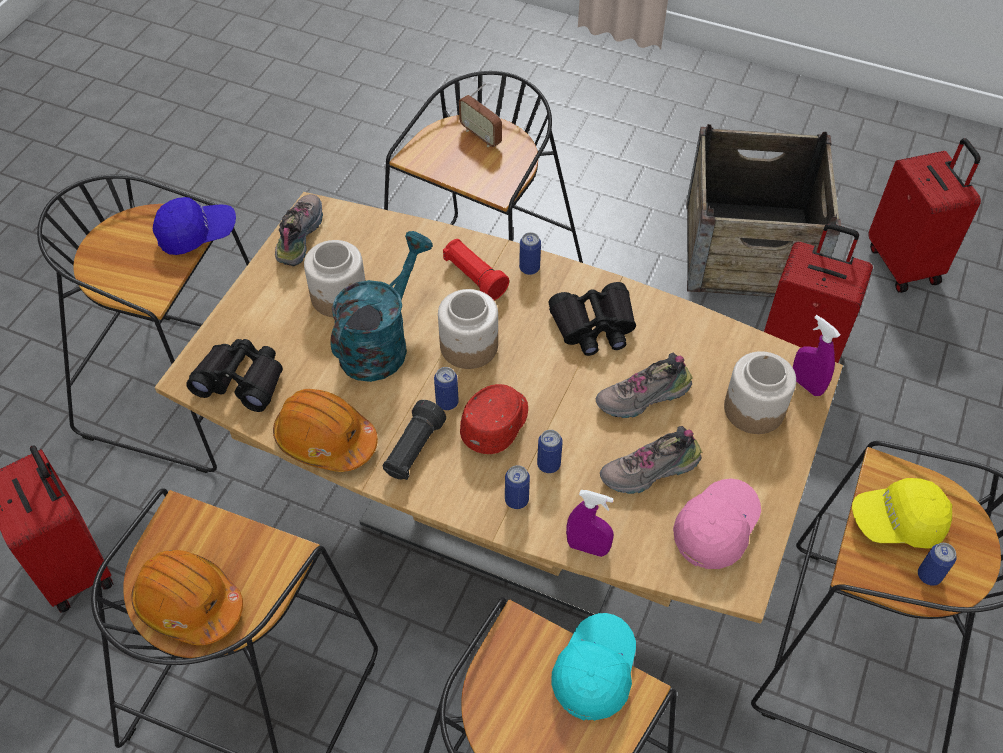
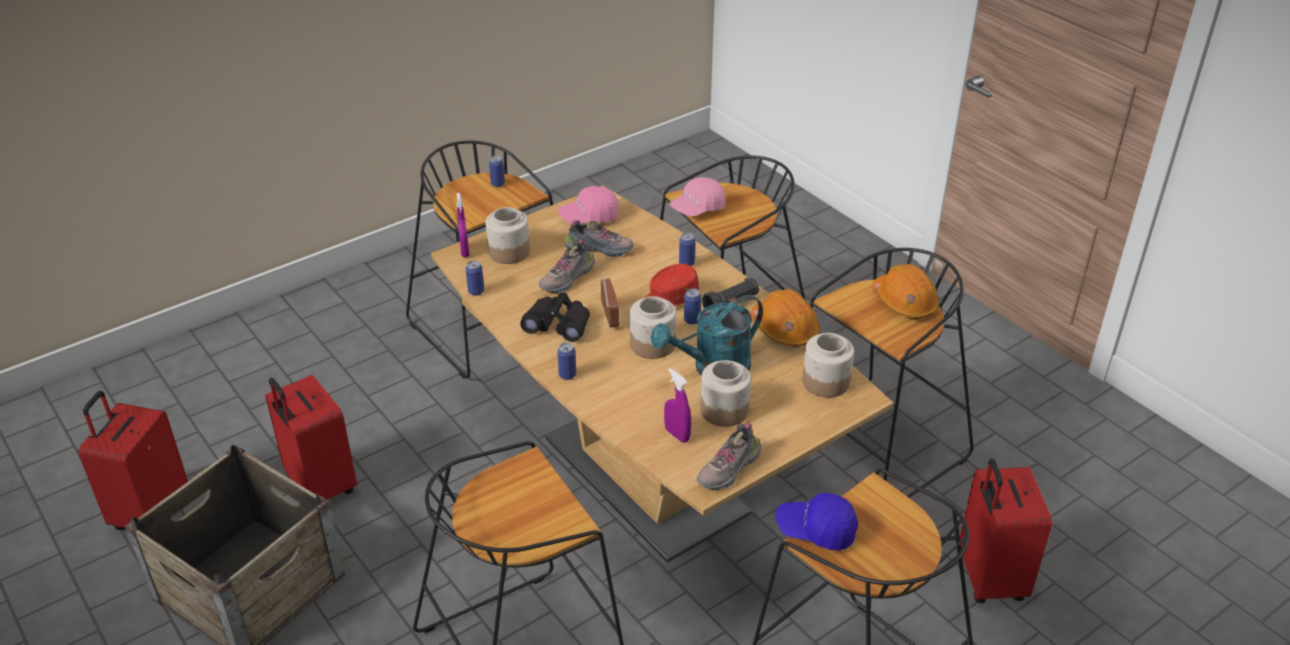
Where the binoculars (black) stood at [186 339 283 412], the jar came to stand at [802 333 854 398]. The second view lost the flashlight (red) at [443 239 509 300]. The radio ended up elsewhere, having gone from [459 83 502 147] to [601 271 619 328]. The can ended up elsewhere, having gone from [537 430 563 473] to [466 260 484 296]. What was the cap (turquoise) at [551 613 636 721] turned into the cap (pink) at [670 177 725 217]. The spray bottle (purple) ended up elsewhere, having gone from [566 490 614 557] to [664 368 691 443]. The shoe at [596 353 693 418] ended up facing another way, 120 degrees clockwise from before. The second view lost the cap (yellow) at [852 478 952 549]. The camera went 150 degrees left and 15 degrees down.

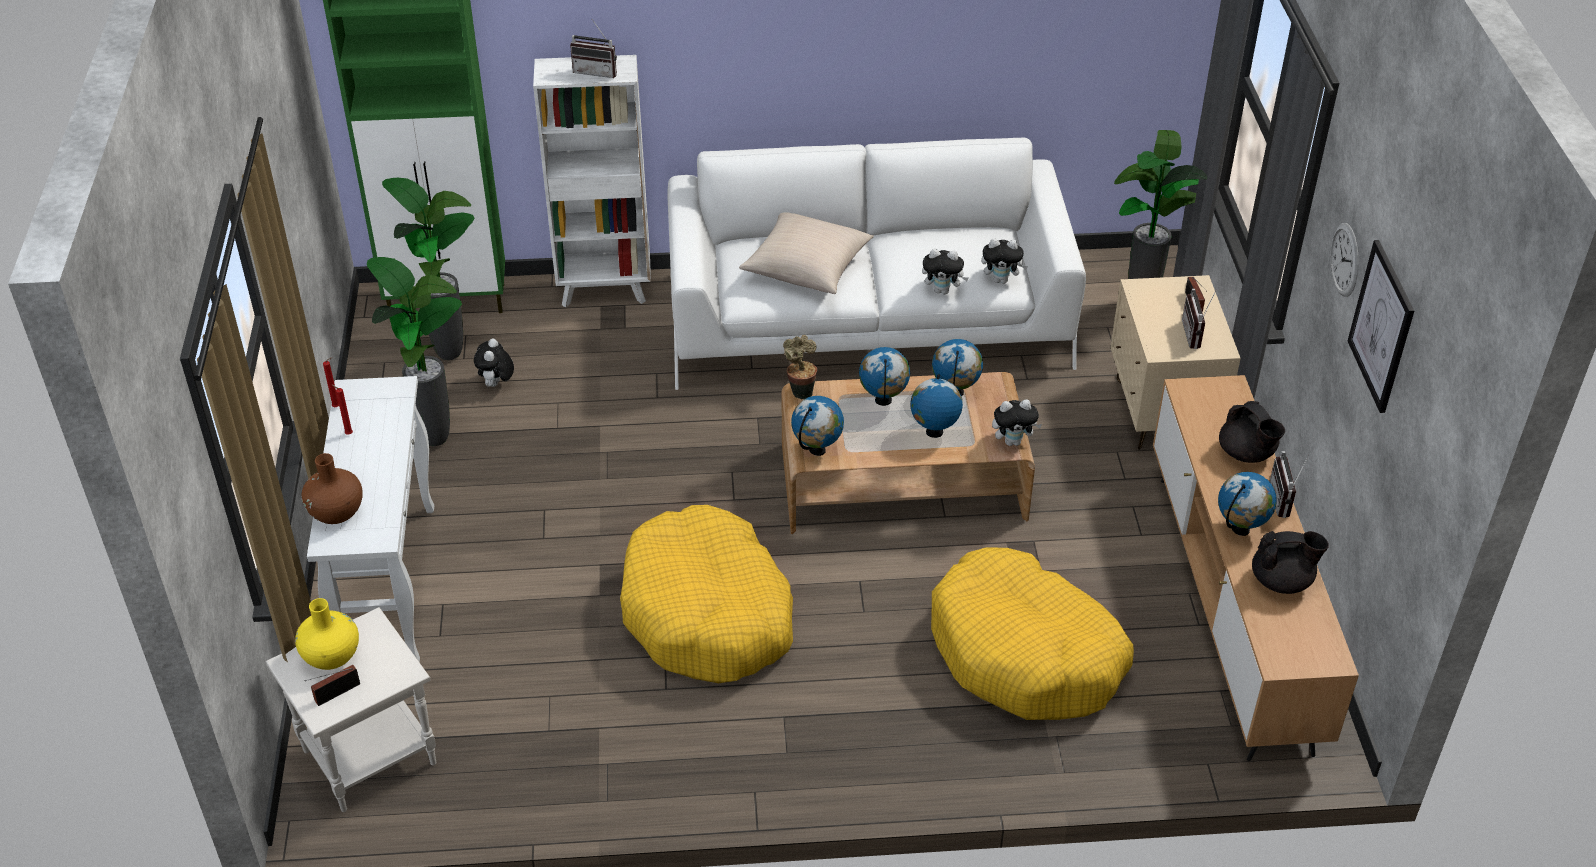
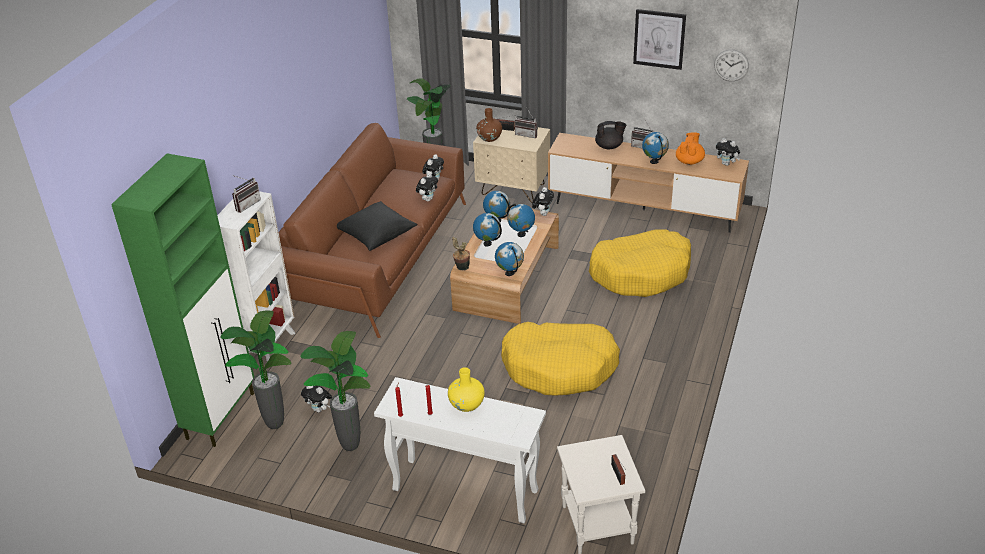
The vase (yellow) ended up elsewhere, having gone from [295 598 359 670] to [448 367 485 412]. The vase (brown) ended up elsewhere, having gone from [302 453 363 524] to [476 108 502 142]. What was the sofa (white) at [667 138 1086 390] turned into the sofa (brown) at [279 123 466 338]. What was the pillow (beige) at [739 212 874 294] turned into the pillow (black) at [337 201 417 251]. What was the teapot (black) at [1252 531 1329 594] turned into the teapot (orange) at [676 132 705 165]. The wall clock ended up elsewhere, having gone from [1330 223 1359 297] to [714 49 749 81]. The second view gained the plush toy at [716 138 740 166]. The camera went 65 degrees left and 5 degrees down.

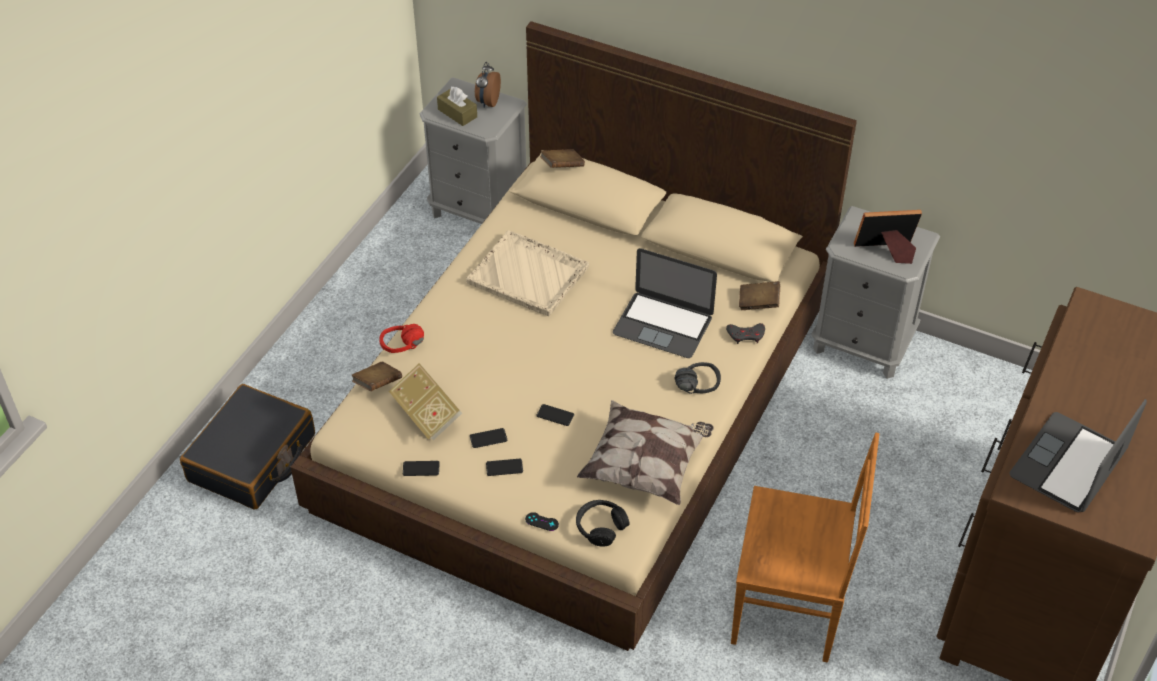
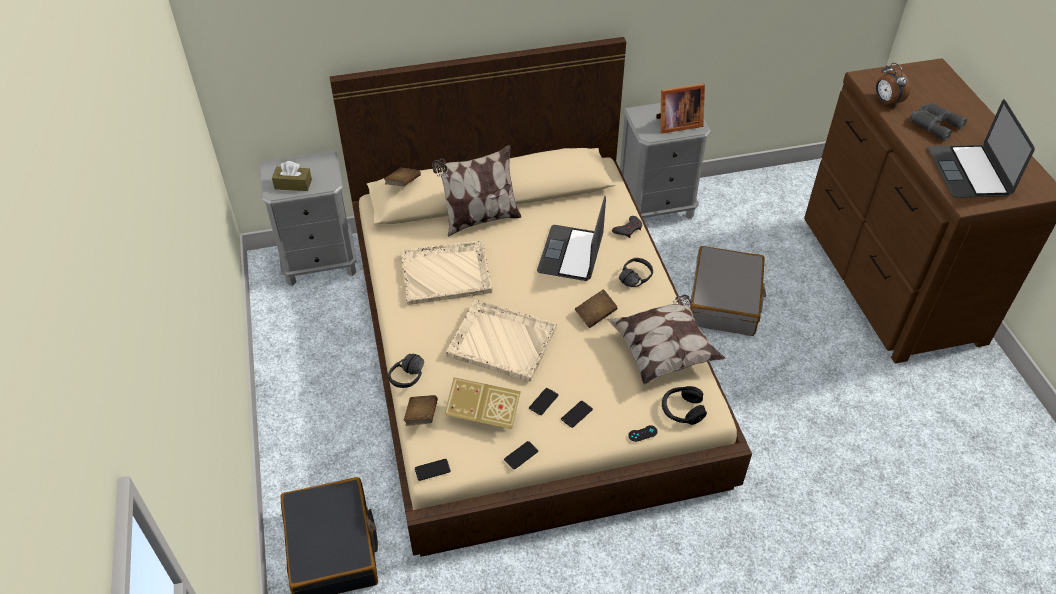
What was the headphones (red) at [379 324 424 353] turned into the headphones (black) at [388 354 424 388]. The alarm clock ended up elsewhere, having gone from [475 62 501 108] to [876 63 910 107]. The phone ended up elsewhere, having gone from [537 404 574 426] to [415 459 451 481]. The laptop at [613 248 717 358] ended up facing another way, 120 degrees clockwise from before. The second view lost the chair (brown) at [731 433 879 663]. The book (brown) ended up elsewhere, having gone from [739 281 780 310] to [575 289 618 328]. The picture frame at [854 210 922 264] ended up facing another way, 150 degrees counterclockwise from before. The second view gained the pillow at [432 145 521 237]. The second view gained the tray (beige) at [446 300 557 382]. The second view gained the suitcase (grey) at [690 246 766 336]. The second view gained the binoculars (grey) at [910 102 967 141]. The camera went 40 degrees left and 0 degrees up.

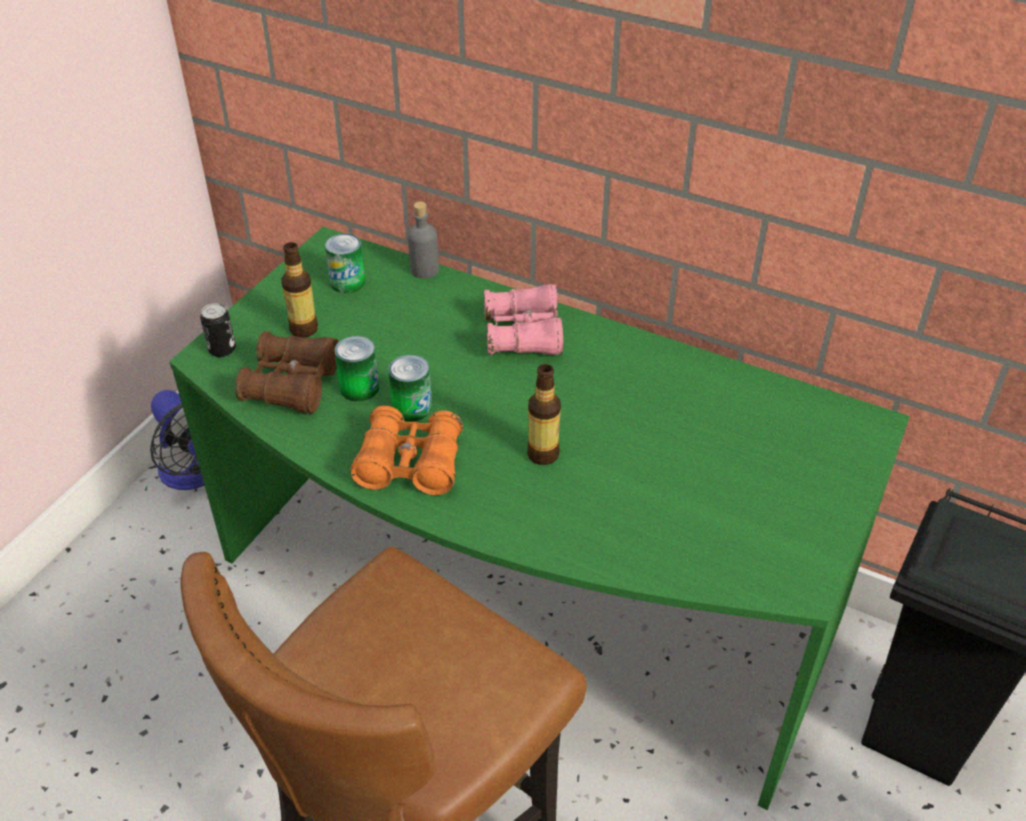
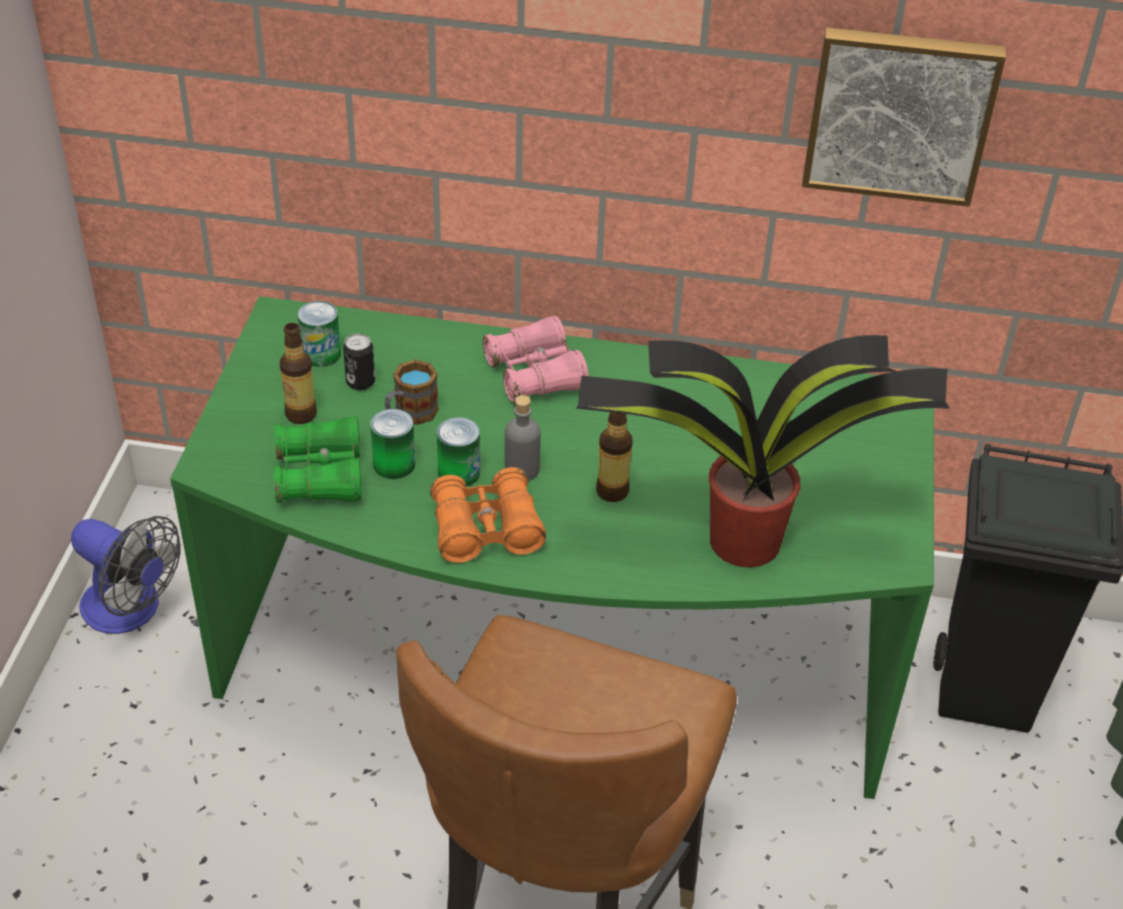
The can ended up elsewhere, having gone from [200 303 236 357] to [343 333 375 390]. What was the binoculars (brown) at [235 331 338 414] turned into the binoculars (green) at [274 417 362 503]. The bottle (grey) ended up elsewhere, having gone from [407 202 439 279] to [505 395 541 481]. The second view gained the mug at [385 360 439 425]. The second view gained the potted plant at [575 335 950 567]. The second view gained the picture at [802 27 1006 207]. The camera went 20 degrees left and 0 degrees up.

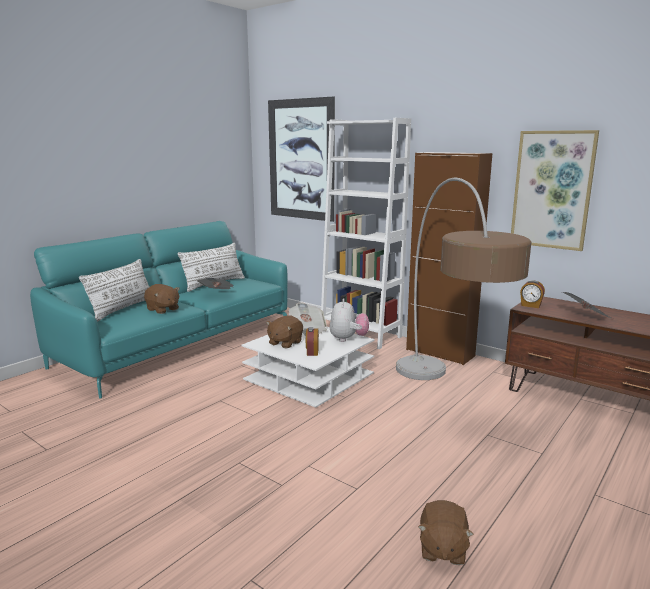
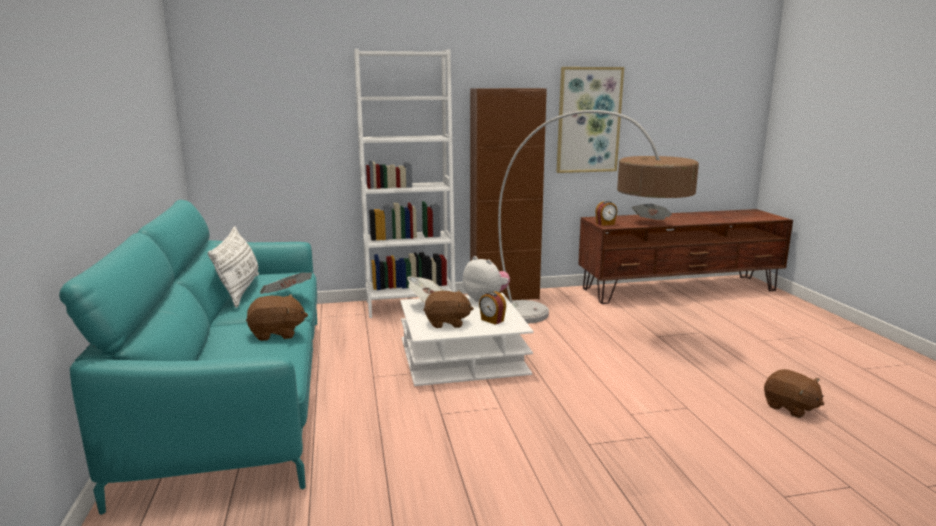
The second view lost the pillow (white) at [79 259 150 322]. The plush toy (brown) at [266 315 303 348] ended up facing another way, 75 degrees counterclockwise from before. The second view lost the picture at [268 97 335 222]. The camera went 50 degrees left and 0 degrees up.

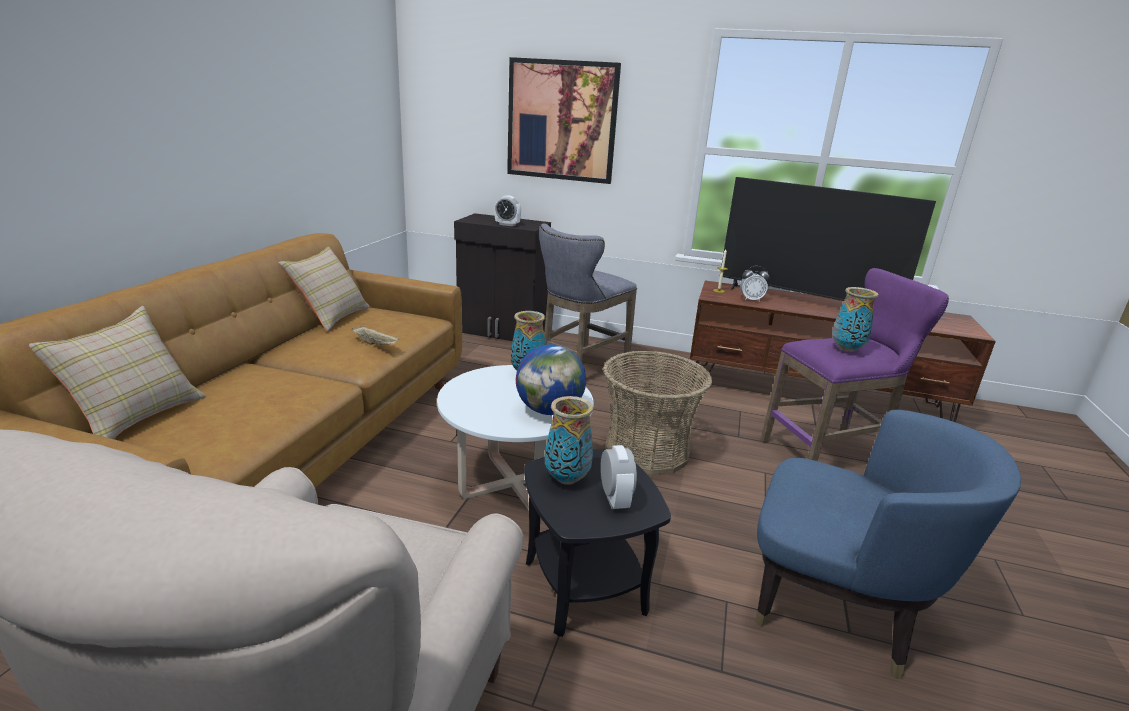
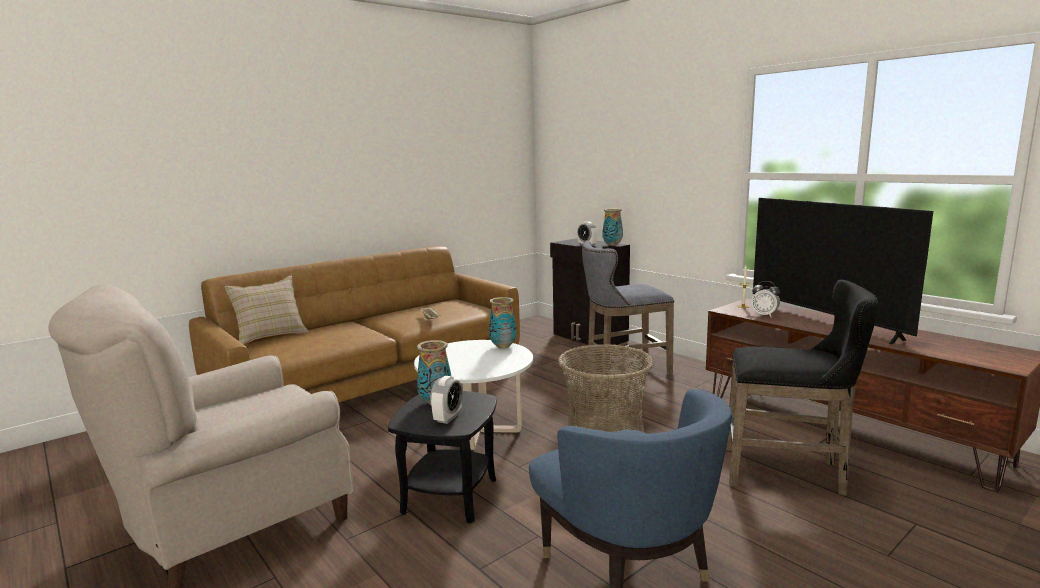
The second view lost the pillow (beige) at [278 247 370 331]. The second view lost the picture at [507 57 621 184]. The second view lost the globe at [516 344 586 415]. What was the stool (purple) at [761 268 949 461] turned into the stool (black) at [726 280 878 496]. The vase ended up elsewhere, having gone from [832 287 878 352] to [602 209 623 246]. The camera went 35 degrees right and 10 degrees down.

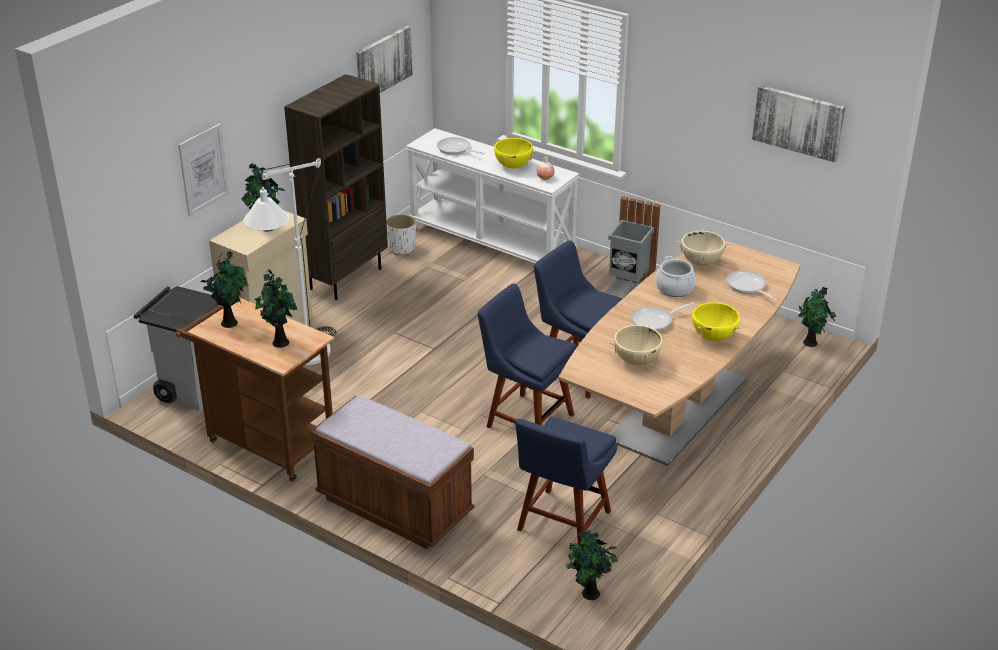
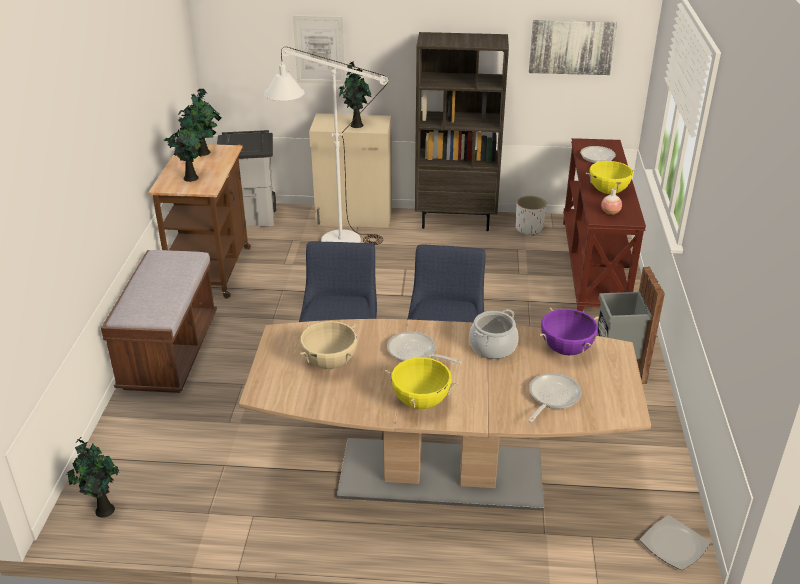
What was the console table (white) at [406 128 579 263] turned into the console table (brown) at [563 138 646 312]. The second view lost the chair (blue) at [515 417 617 546]. What was the cooking pot (beige) at [676 229 731 266] turned into the cooking pot (purple) at [539 308 599 355]. The second view lost the picture at [752 85 845 162]. Where the potted plant stood at [798 287 836 347], the plate came to stand at [640 515 710 570]. The camera went 60 degrees right and 0 degrees up.

